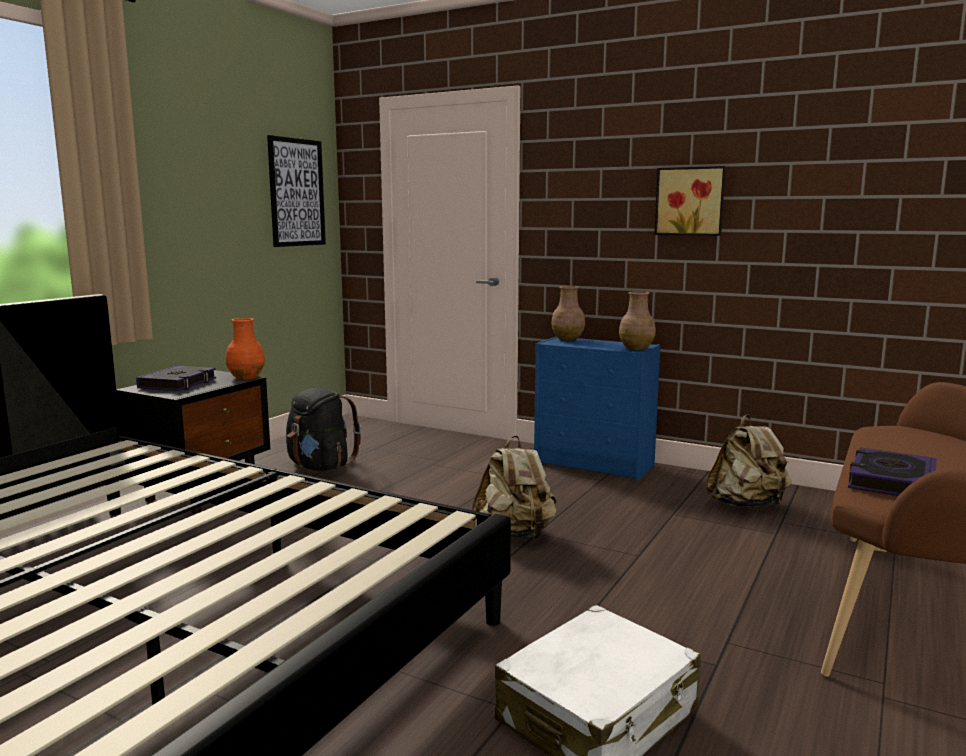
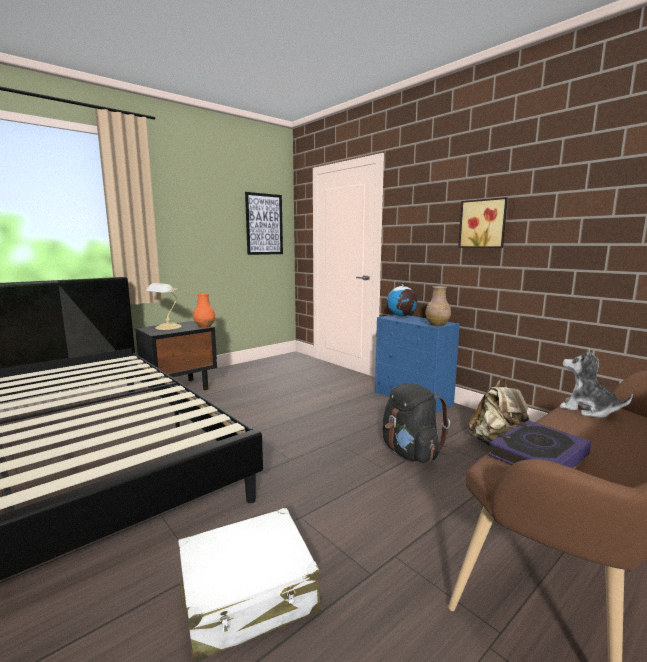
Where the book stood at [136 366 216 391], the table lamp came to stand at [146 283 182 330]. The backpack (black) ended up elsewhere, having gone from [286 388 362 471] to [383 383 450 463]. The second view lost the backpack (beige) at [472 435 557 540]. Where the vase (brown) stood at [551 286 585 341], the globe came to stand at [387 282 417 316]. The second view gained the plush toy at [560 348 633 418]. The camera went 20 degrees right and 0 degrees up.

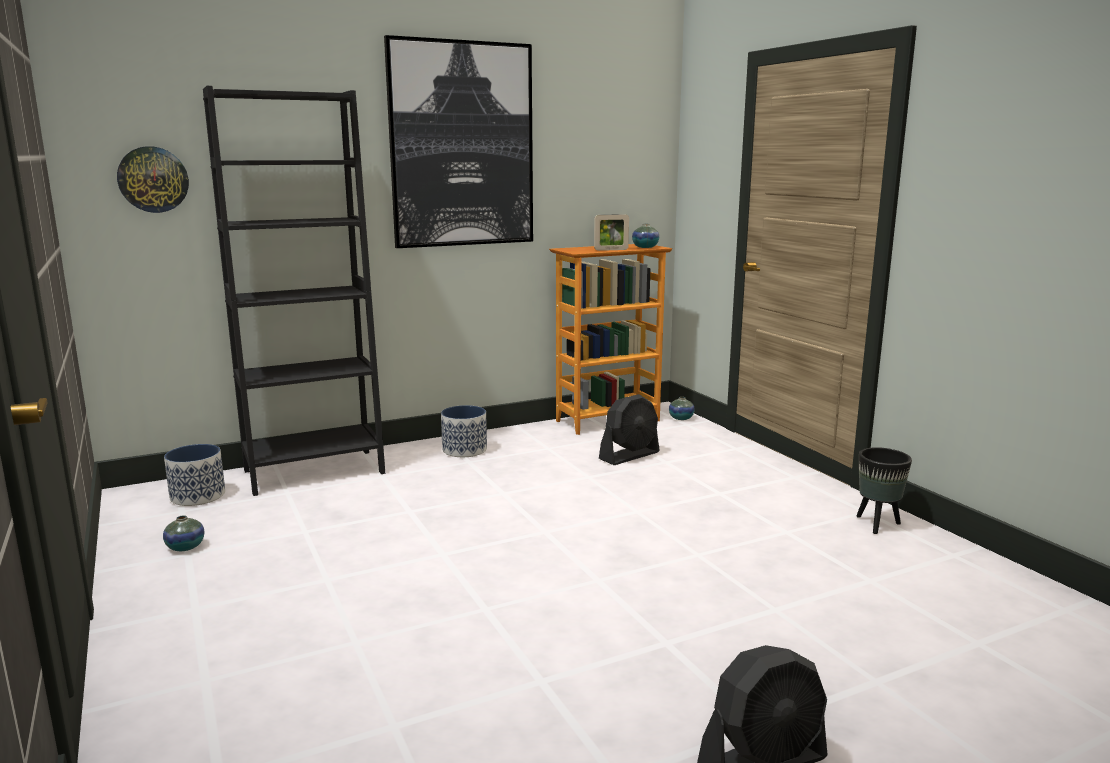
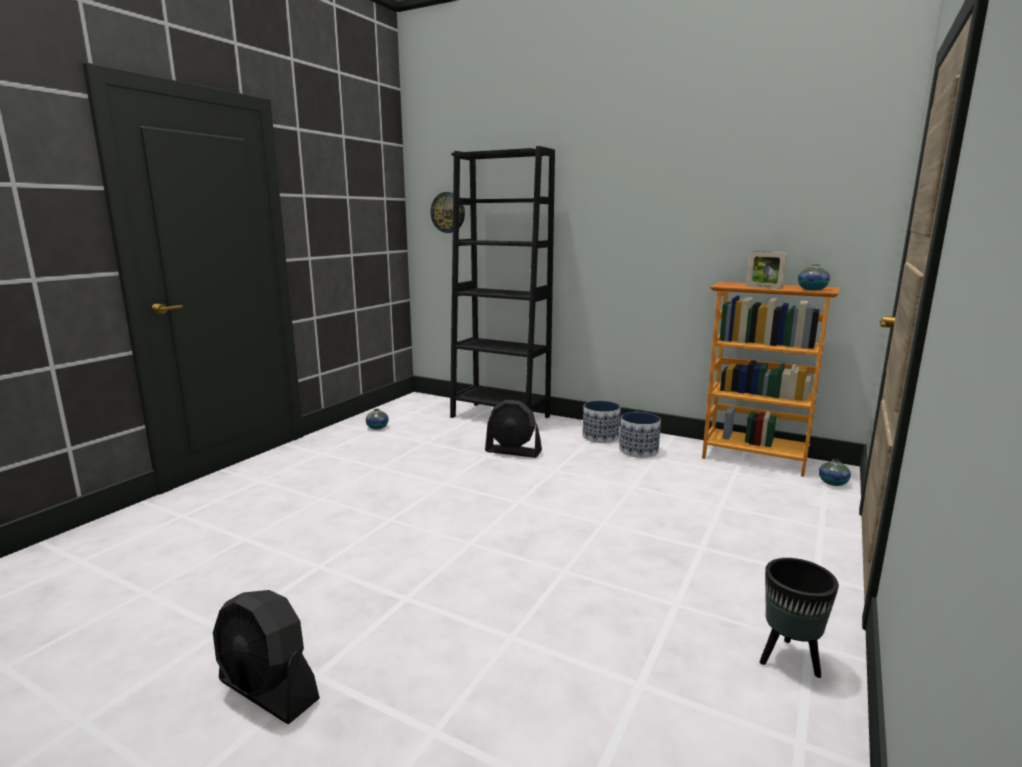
The planter ended up elsewhere, having gone from [164 444 225 506] to [619 412 661 458]. The second view lost the picture at [384 35 533 248]. The fan (black) ended up elsewhere, having gone from [599 394 660 465] to [485 400 542 458]. The camera went 55 degrees right and 0 degrees up.

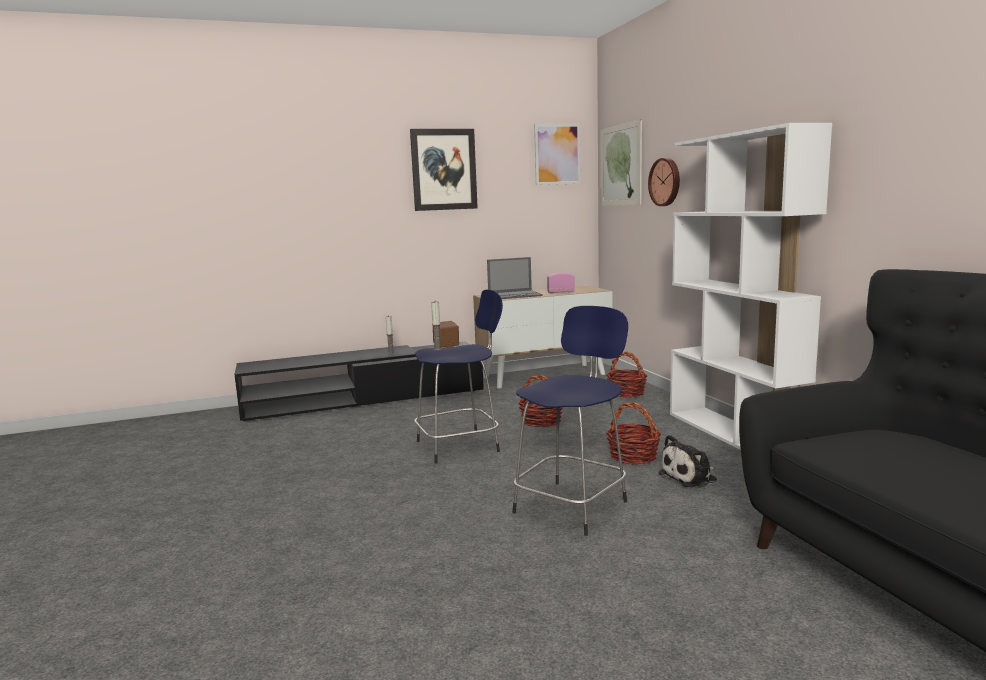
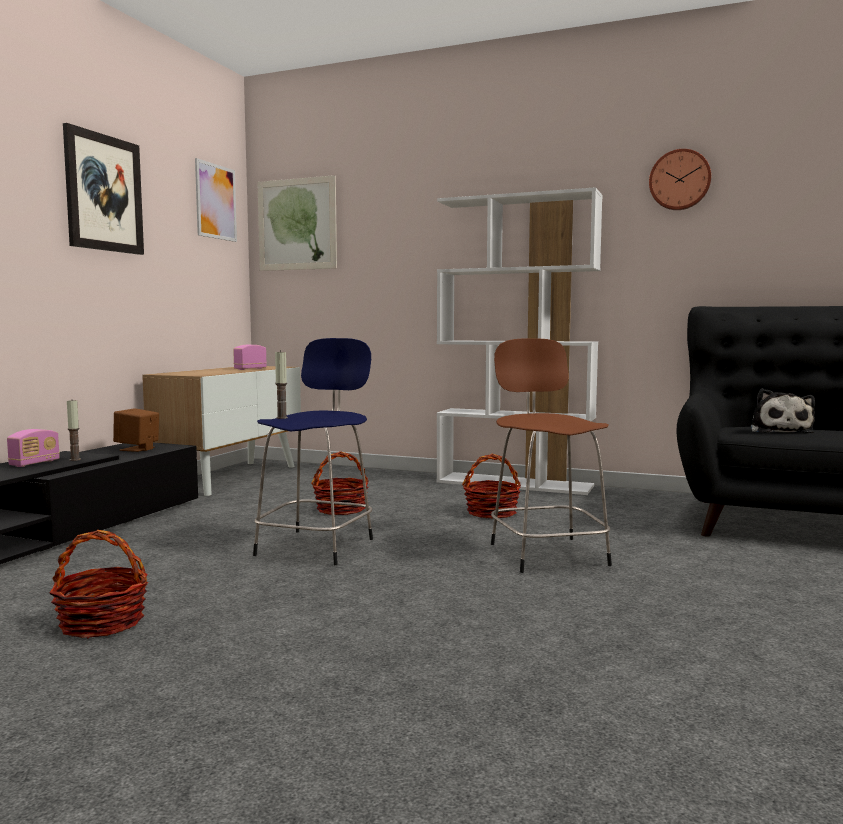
The second view lost the laptop at [487 257 543 299]. What was the stool (blue) at [512 306 628 536] turned into the stool (brown) at [491 338 612 573]. The basket ended up elsewhere, having gone from [606 352 647 397] to [49 530 148 638]. The wall clock ended up elsewhere, having gone from [648 158 680 206] to [649 149 711 210]. The plush toy ended up elsewhere, having gone from [658 435 717 488] to [750 389 815 433]. The second view gained the radio at [7 429 60 467]. The camera went 50 degrees left and 5 degrees down.

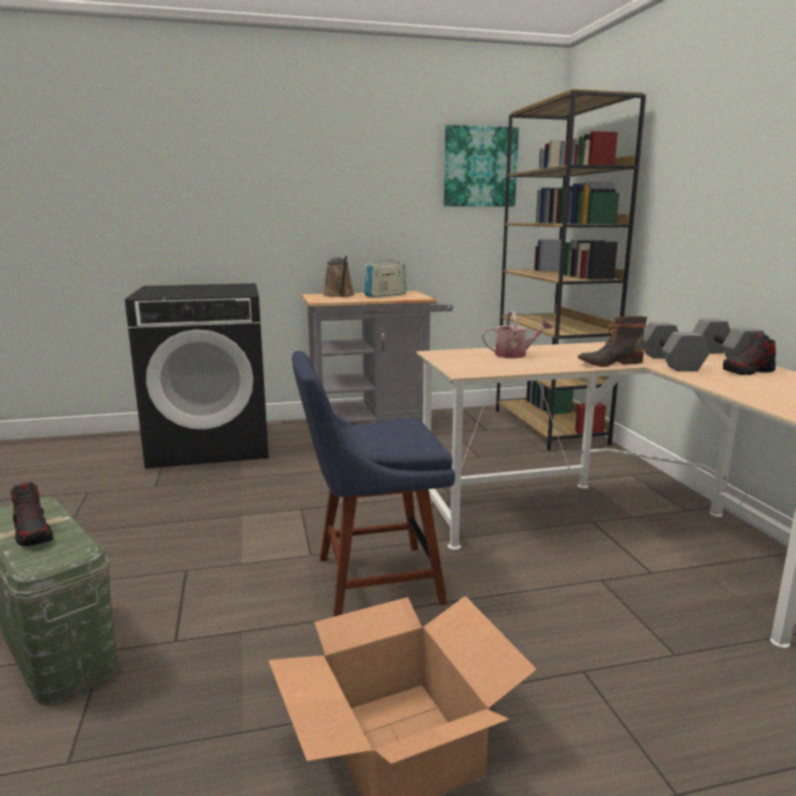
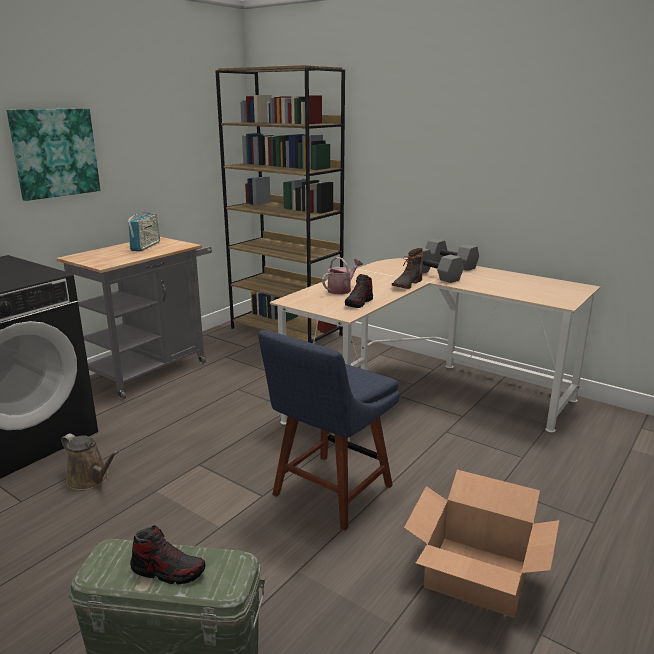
The watering can (brown) ended up elsewhere, having gone from [323 256 354 297] to [61 433 119 490]. The picture ended up elsewhere, having gone from [444 125 519 207] to [7 108 100 201]. The shoe ended up elsewhere, having gone from [723 333 776 375] to [345 274 373 308]. The camera went 40 degrees left and 5 degrees up.

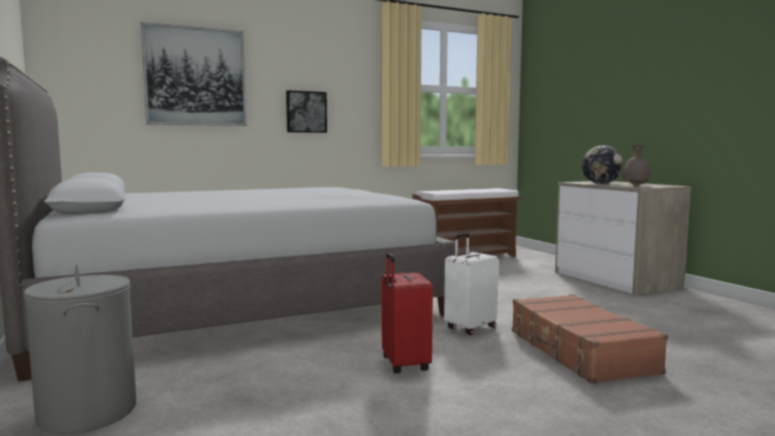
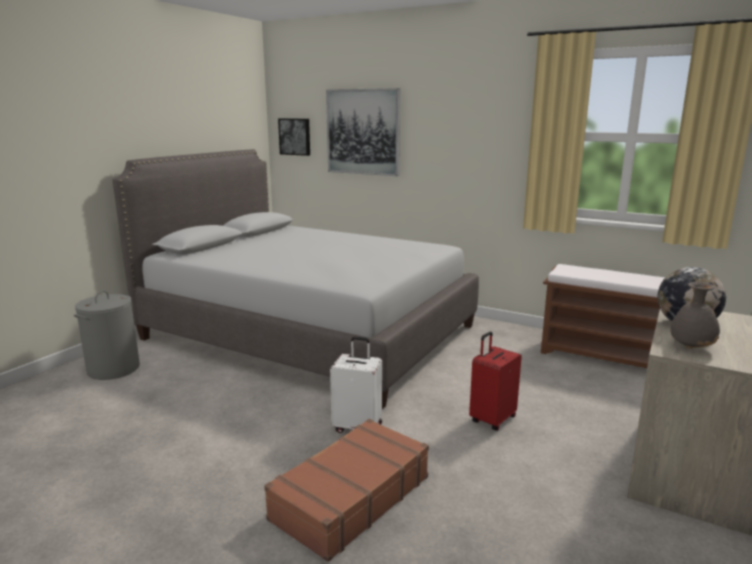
The picture ended up elsewhere, having gone from [286 90 327 133] to [278 118 310 156]. The suitcase (red) ended up elsewhere, having gone from [382 253 433 374] to [469 332 522 431]. The camera went 55 degrees right and 10 degrees up.

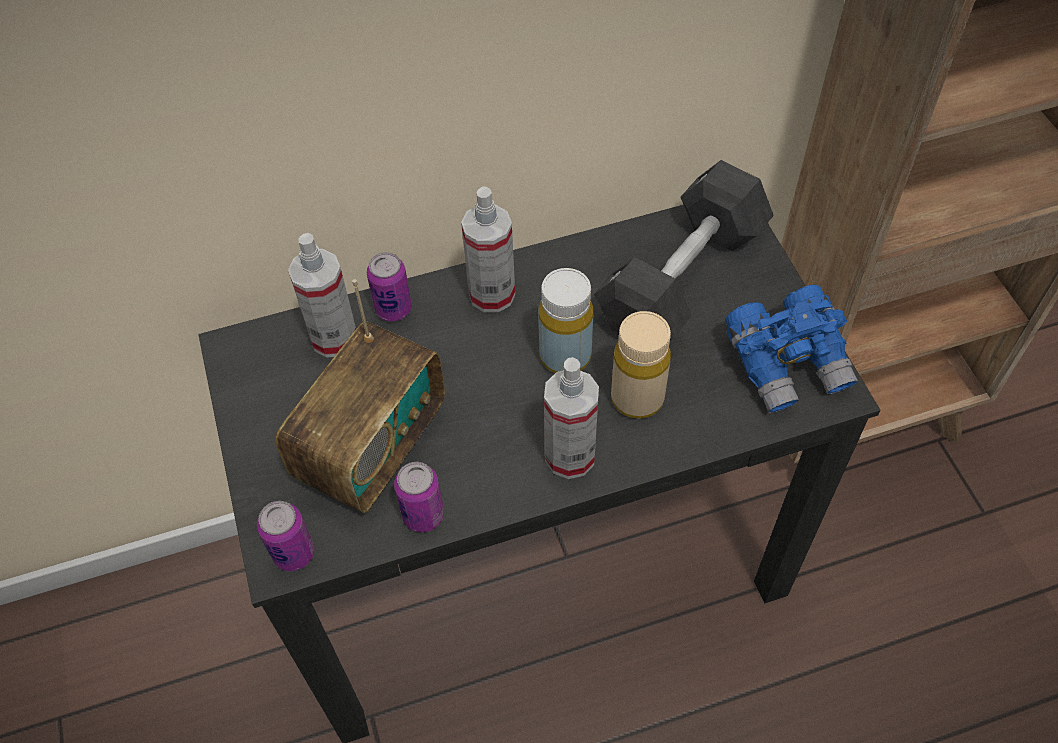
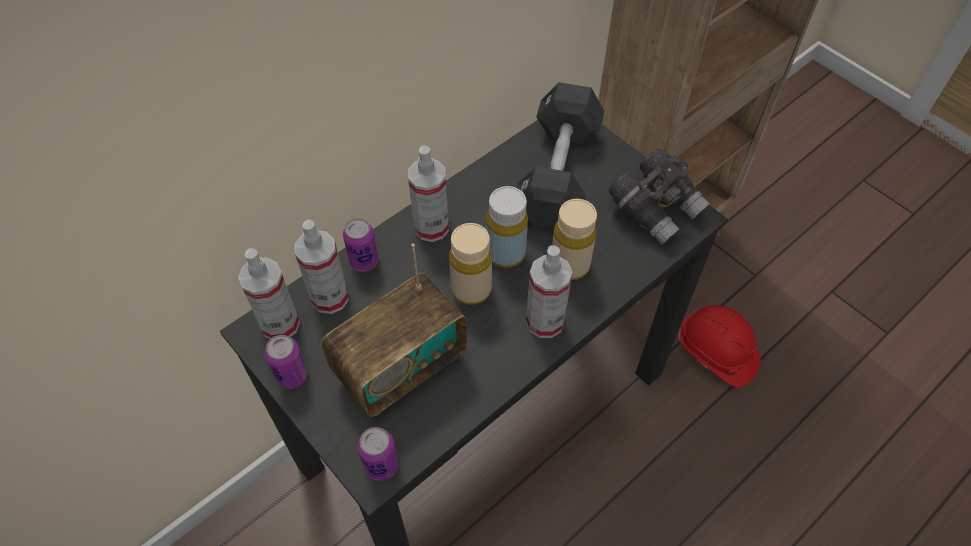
The radio at [275 279 445 513] ended up facing another way, 45 degrees clockwise from before. The can ended up elsewhere, having gone from [394 462 444 532] to [265 335 308 389]. What was the binoculars (blue) at [725 285 858 413] turned into the binoculars (grey) at [608 148 710 245]. The second view gained the spray bottle at [238 248 300 339]. The second view gained the bottle (beige) at [449 223 492 305]. The second view gained the hard hat (red) at [679 305 761 387]. The camera went 25 degrees left and 0 degrees up.

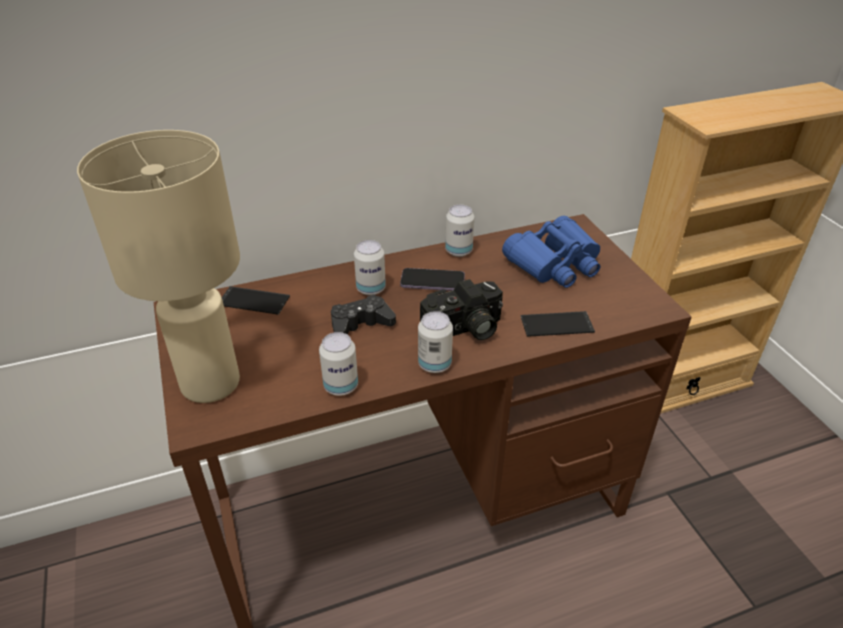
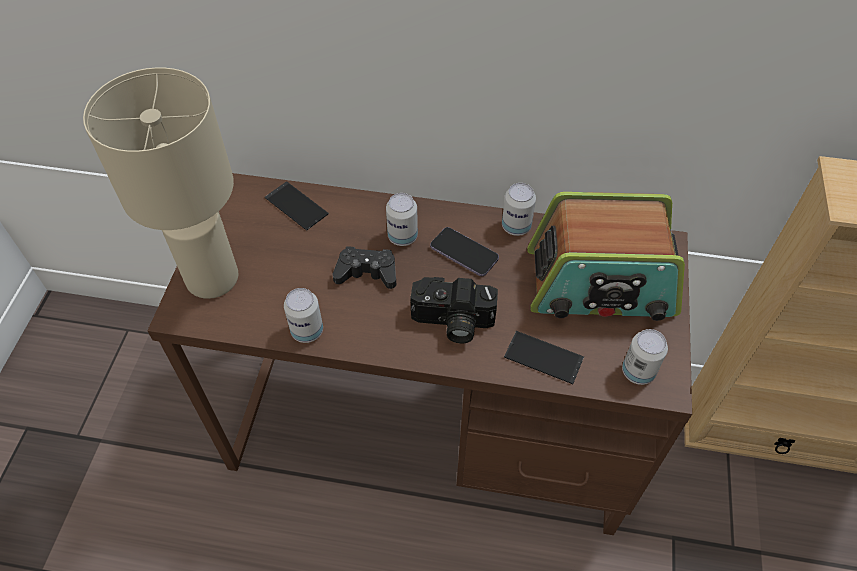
The can ended up elsewhere, having gone from [418 311 453 373] to [622 329 668 385]. Where the binoculars (blue) stood at [502 216 600 288], the radio came to stand at [527 192 685 321]. The camera went 30 degrees right and 15 degrees up.

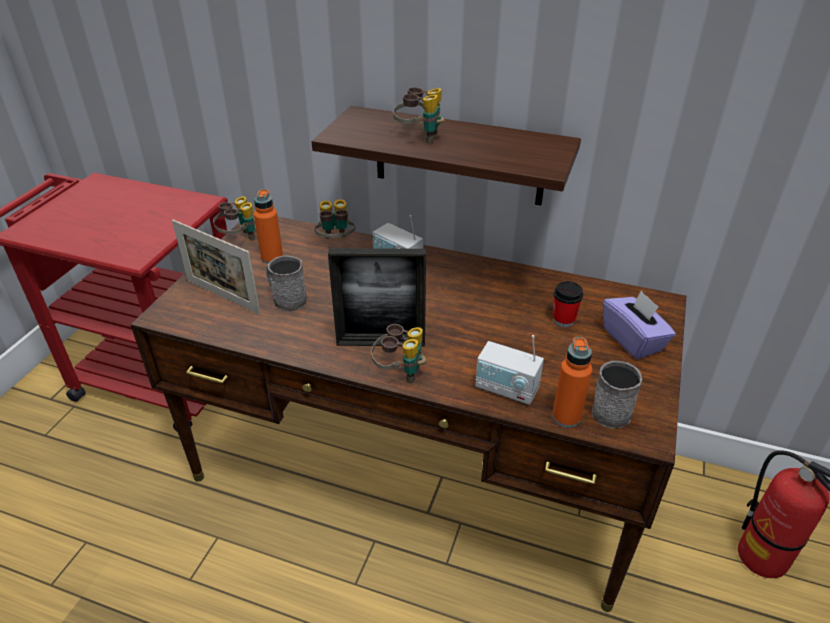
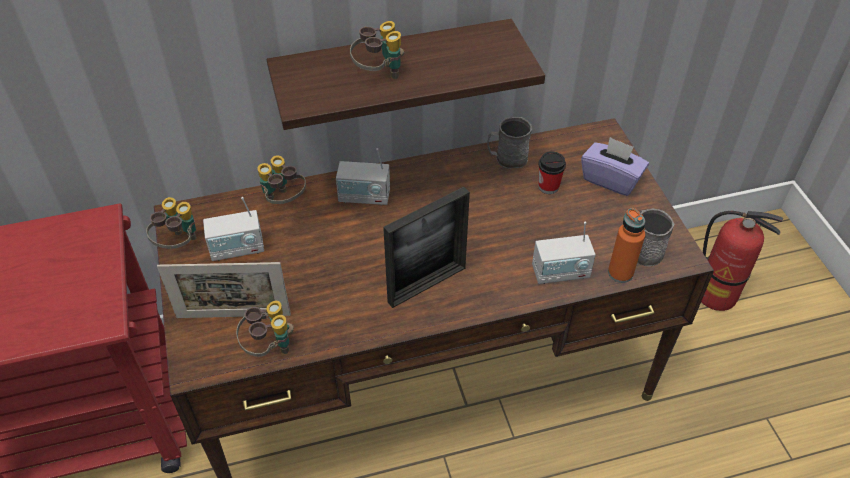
Where the bottle (orange) stood at [254 189 283 264], the radio came to stand at [203 197 264 261]. The mug (grey) ended up elsewhere, having gone from [266 255 307 312] to [487 117 532 168]. The binoculars ended up elsewhere, having gone from [371 324 427 384] to [236 301 294 357]. The camera went 35 degrees left and 10 degrees up.

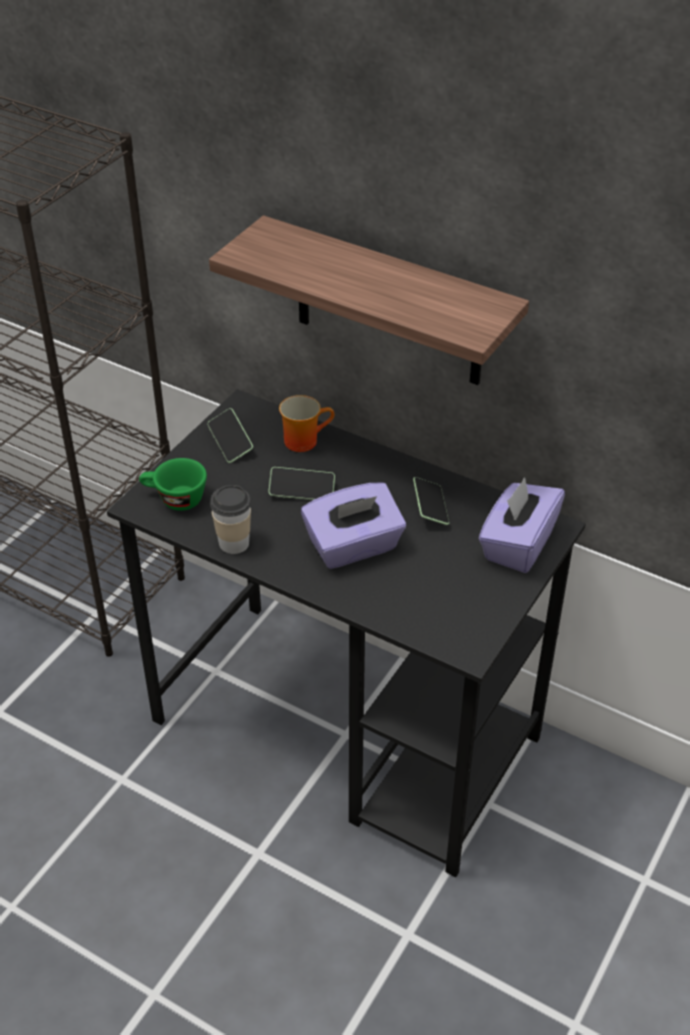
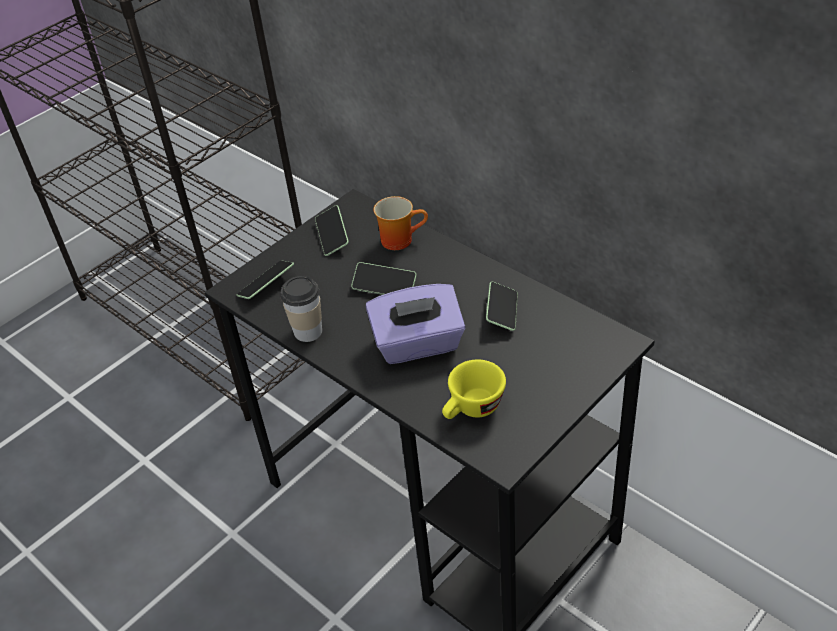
Where the cup (green) stood at [139 458 207 511], the phone came to stand at [237 260 294 299]. The second view lost the shelf at [209 215 529 385]. The second view lost the tissue box (purple) at [479 477 565 573]. The second view gained the cup (yellow) at [442 360 506 419]. The camera went 15 degrees right and 0 degrees up.

